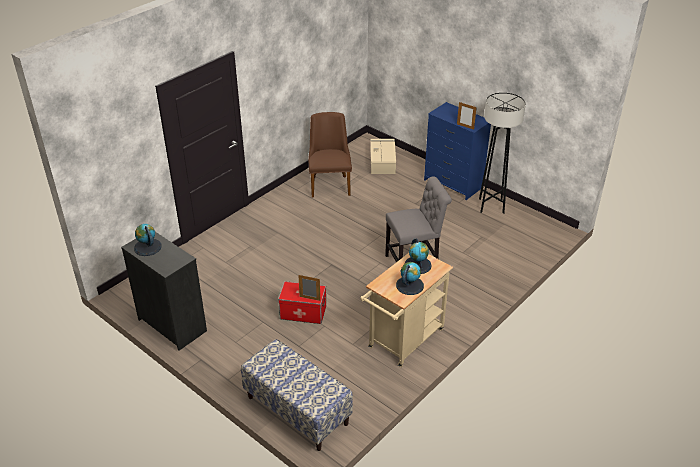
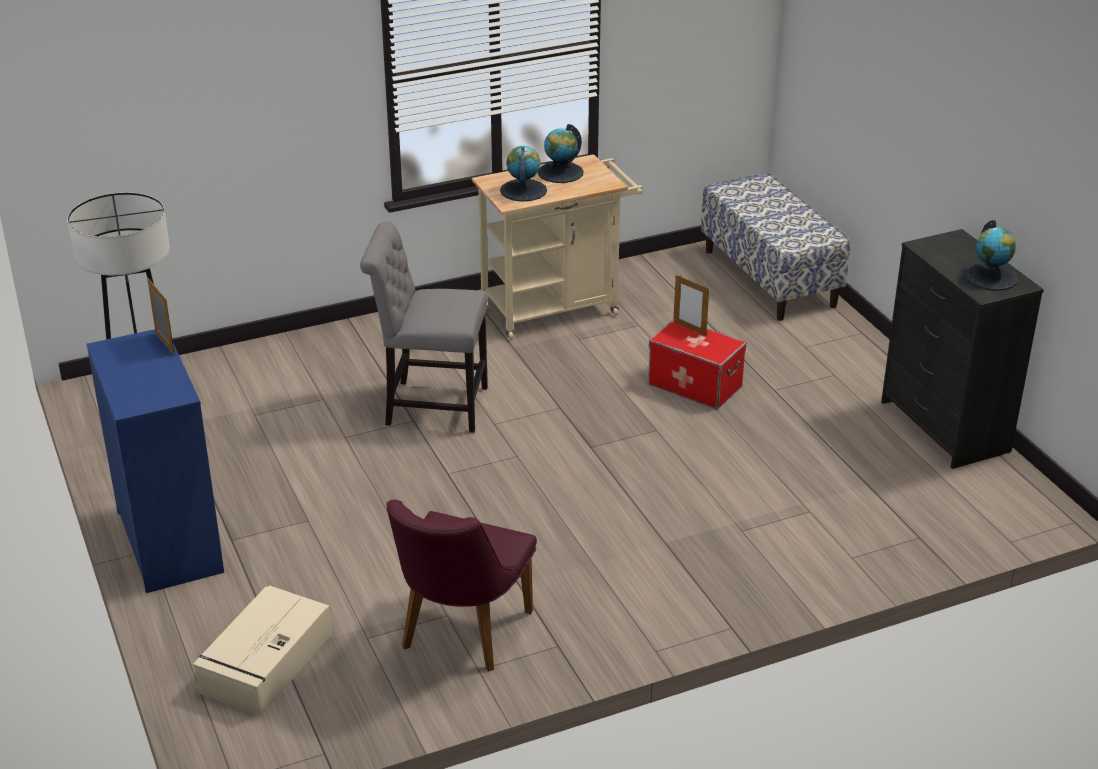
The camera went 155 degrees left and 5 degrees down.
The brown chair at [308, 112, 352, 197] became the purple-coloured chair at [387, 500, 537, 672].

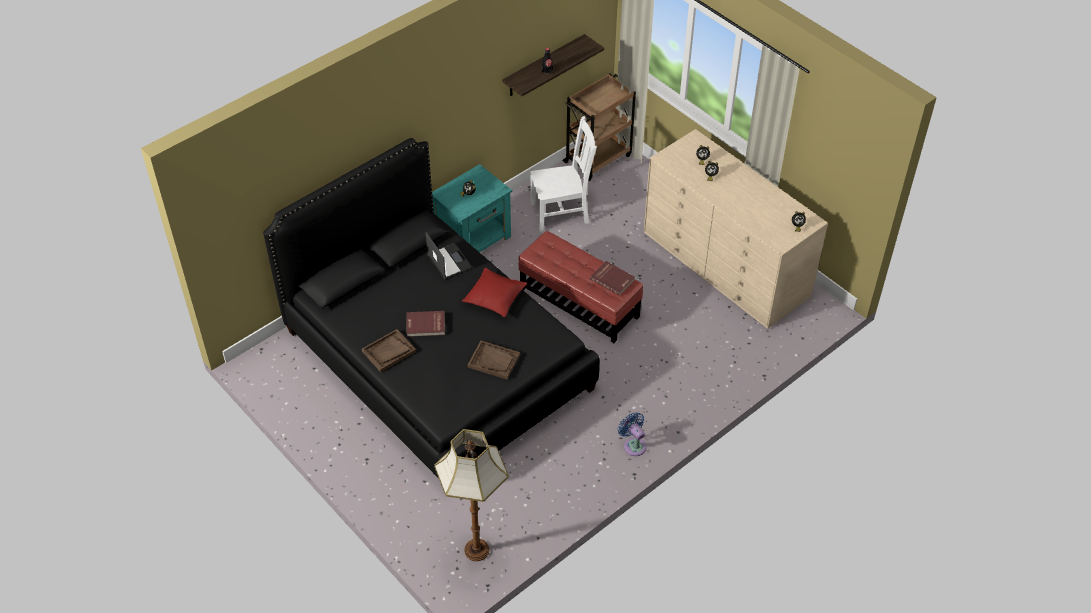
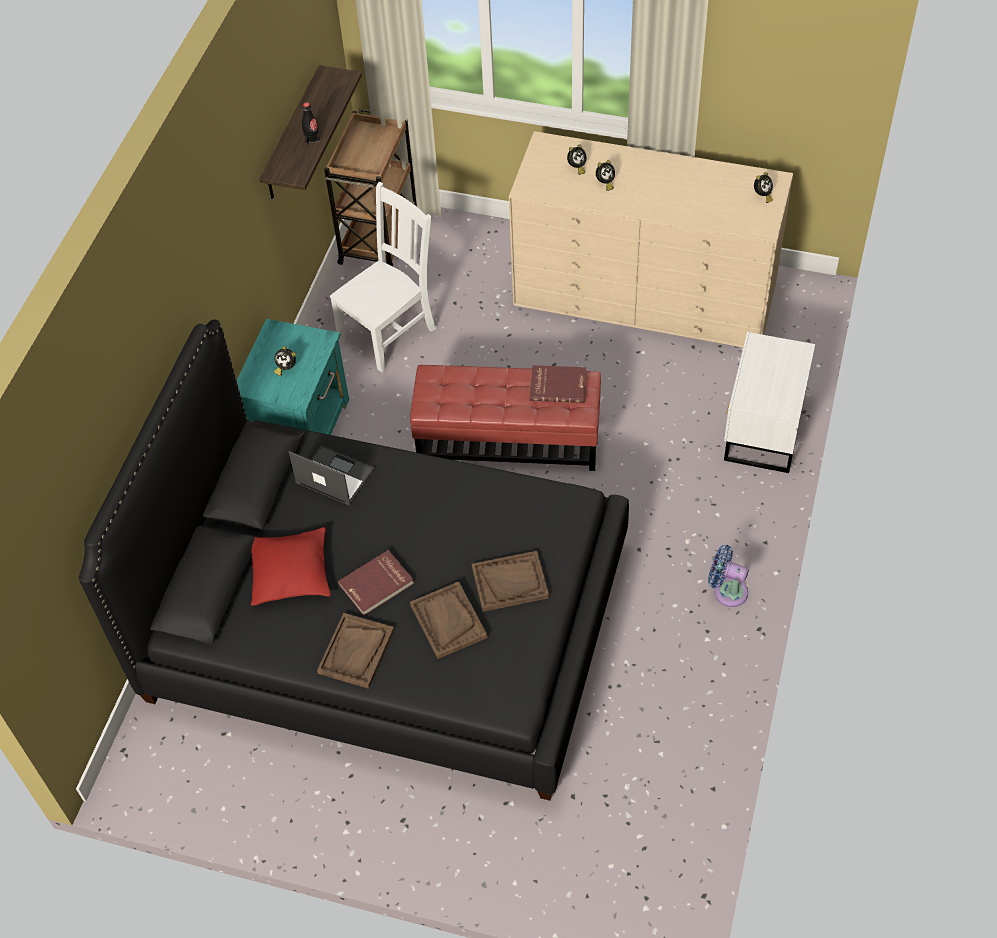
The camera went 30 degrees left and 5 degrees up.
The red cushion moved from [462, 268, 527, 317] to [251, 527, 331, 606].
The brown carrying tray at [410, 582, 488, 659] appeared.
The whitish nightstand at [724, 332, 815, 473] appeared.
The standing lamp at [434, 429, 509, 561] disappeared.

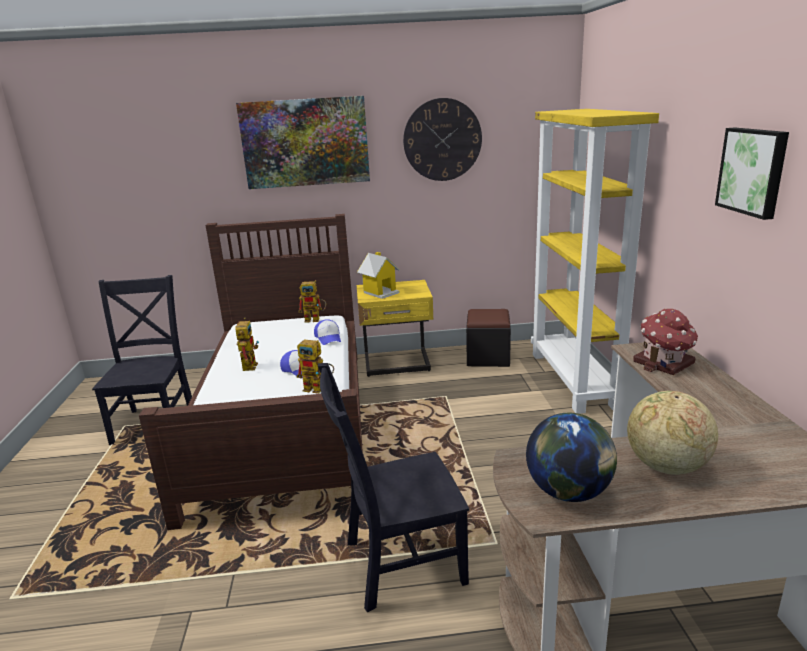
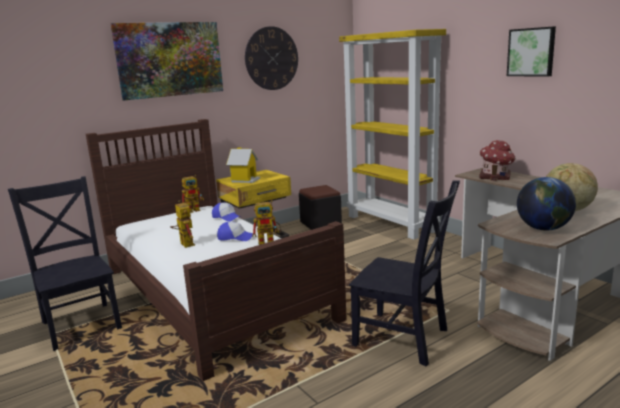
The camera went 30 degrees left and 5 degrees down.
The black-coloured chair at [318, 363, 469, 612] turned 105 degrees counterclockwise.

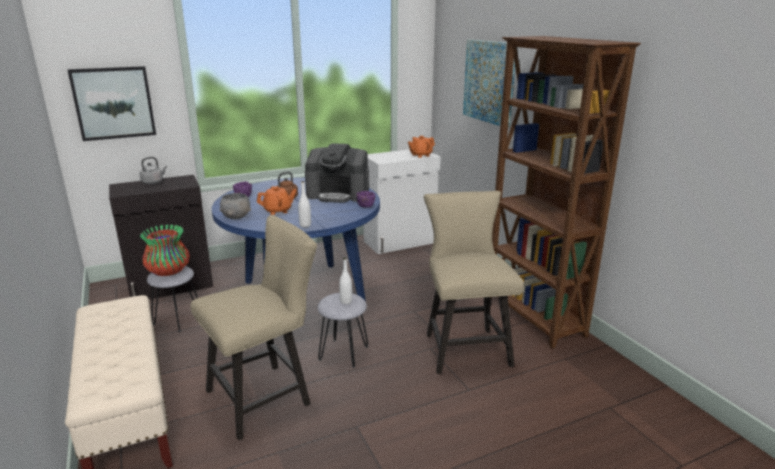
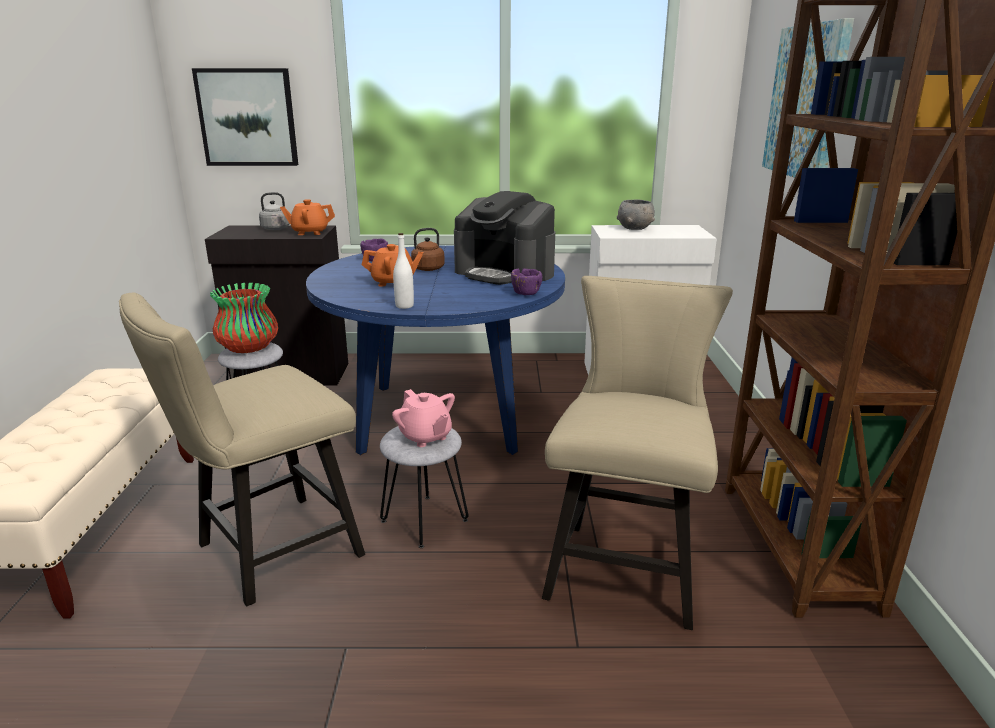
The camera went 25 degrees right and 0 degrees up.
The beige-coloured chair at [190, 215, 317, 440] turned 150 degrees clockwise.
The orange teapot moved from [408, 136, 435, 158] to [280, 199, 335, 235].
The whitish drink bottle at [339, 258, 352, 304] was replaced by the pinkish teapot at [392, 389, 455, 447].
The gray deep dish moved from [220, 193, 251, 219] to [617, 200, 655, 230].

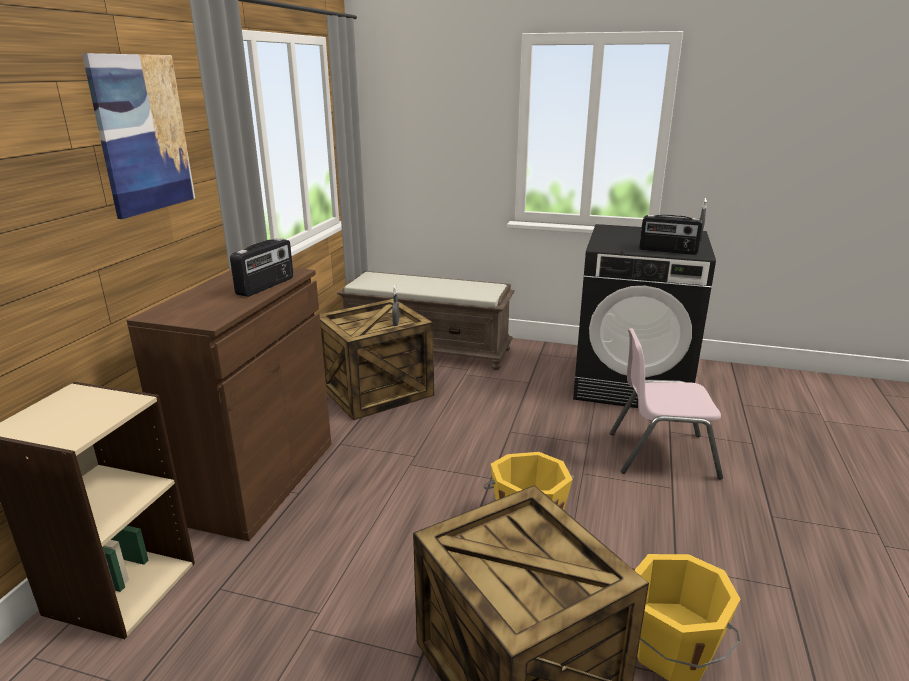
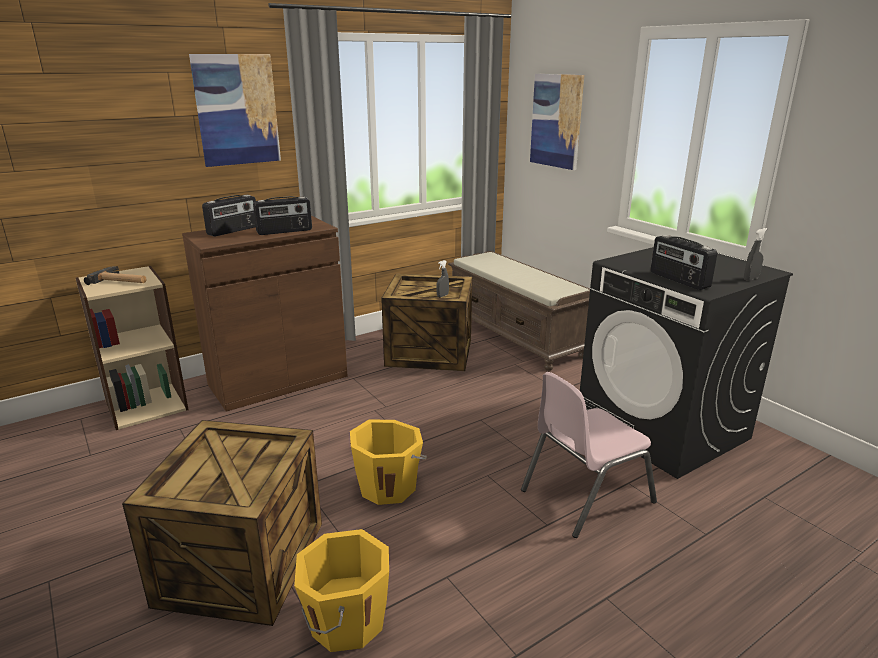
The camera went 40 degrees right and 0 degrees up.
The hammer at [84, 266, 146, 285] appeared.
The radio set at [202, 195, 256, 236] appeared.
The pinkish chair at [610, 328, 723, 480] turned 75 degrees counterclockwise.
The wall picture at [530, 74, 584, 170] appeared.

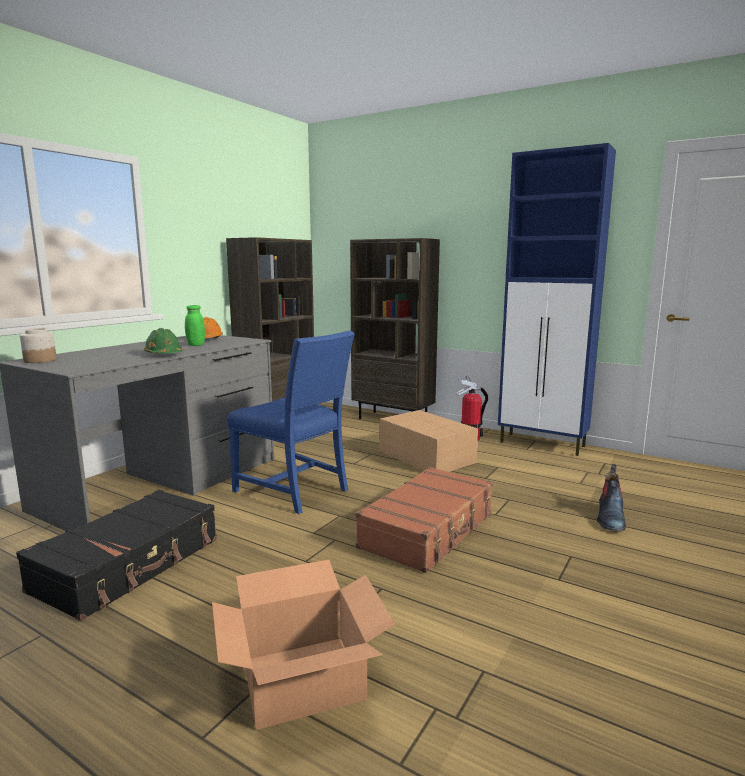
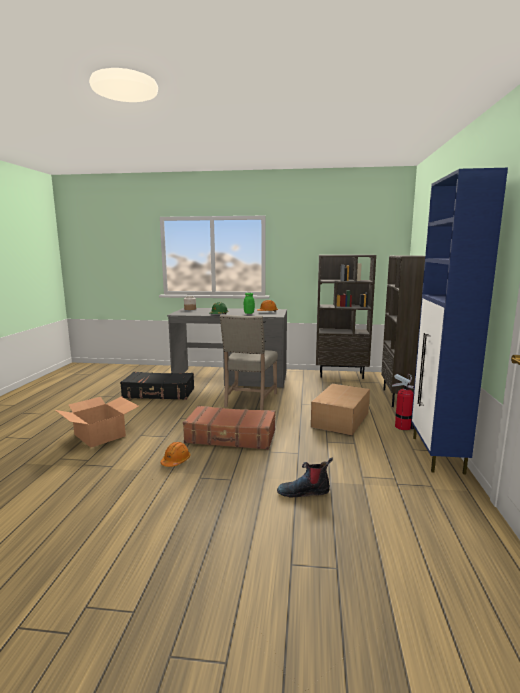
The camera went 65 degrees right and 0 degrees up.
The orange hard hat at [160, 442, 190, 467] appeared.
The blue-coloured chair at [227, 331, 355, 514] became the beige-coloured chair at [220, 314, 278, 410].

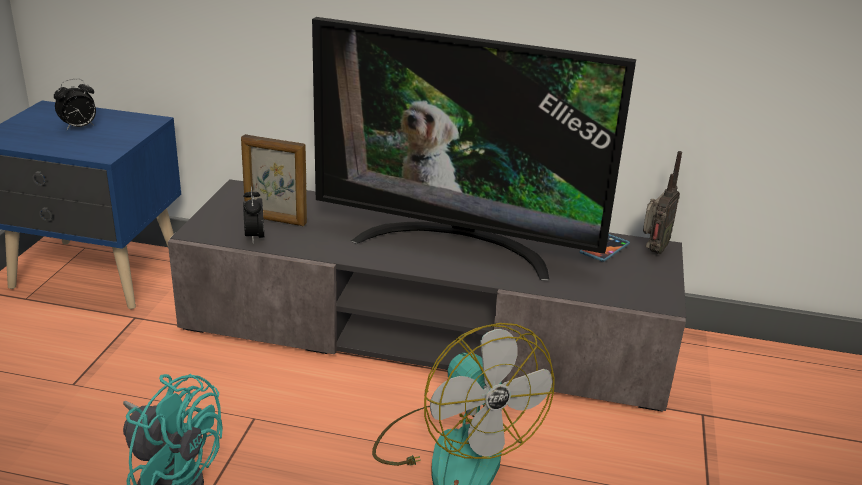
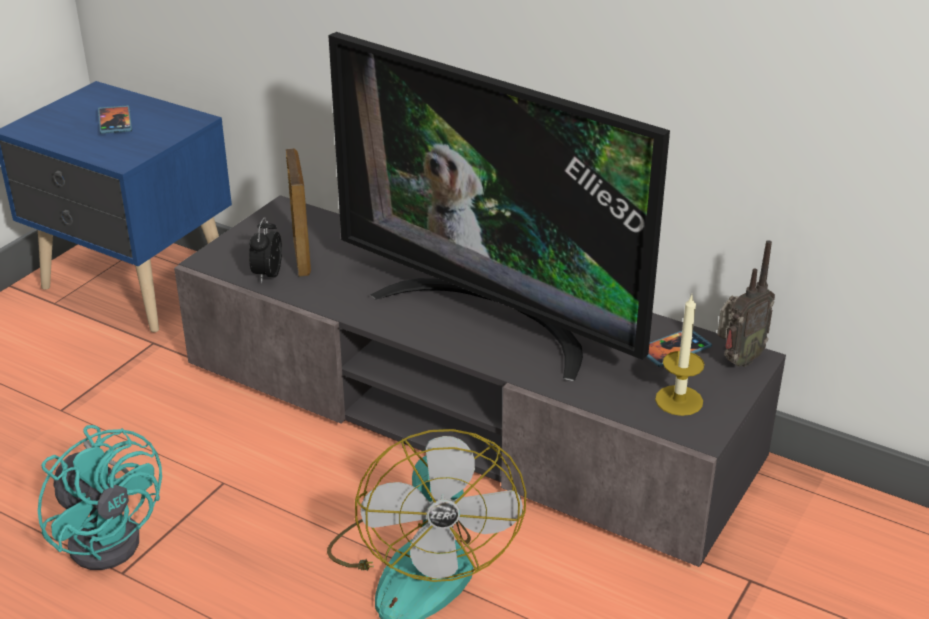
The camera went 20 degrees right and 5 degrees up.
The bedside clock at [54, 79, 96, 130] was replaced by the handset at [98, 105, 132, 134].
The photo frame at [241, 134, 307, 226] turned 135 degrees counterclockwise.
The wax candle at [655, 295, 705, 416] appeared.

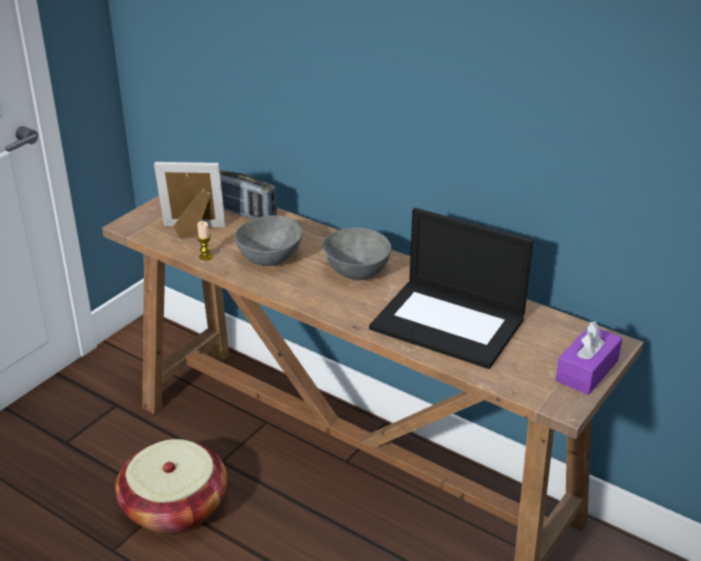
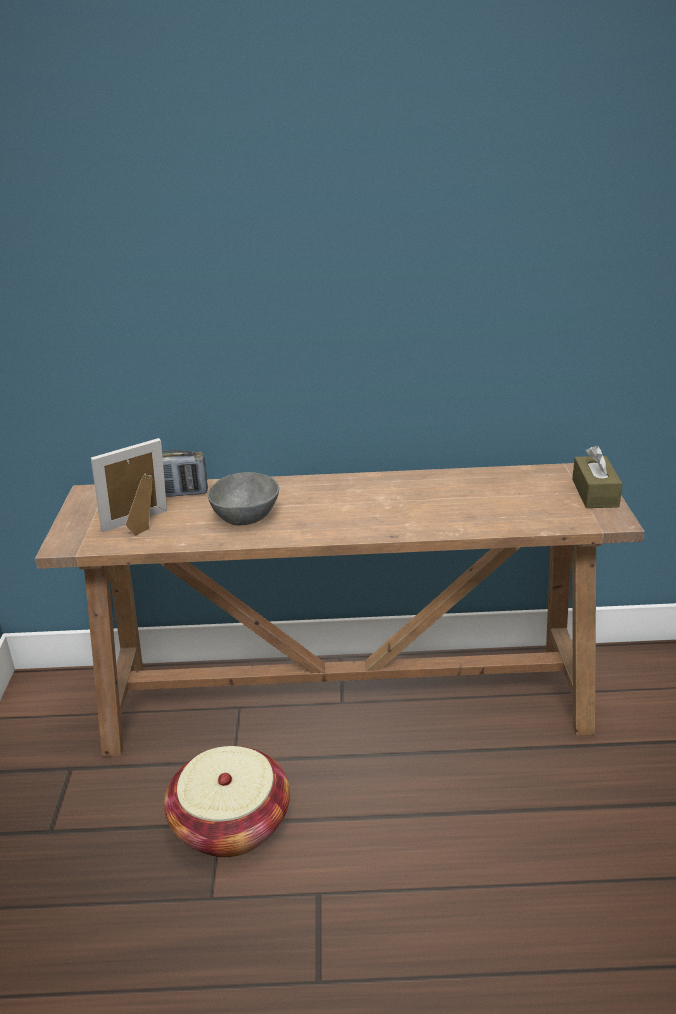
The camera went 35 degrees left and 5 degrees down.
The purple-coloured box of tissues at [556, 321, 623, 395] became the brown box of tissues at [572, 445, 623, 508].
The wax candle at [197, 221, 212, 261] disappeared.
The gray deep dish at [322, 228, 392, 280] disappeared.
The laptop at [369, 208, 533, 369] disappeared.

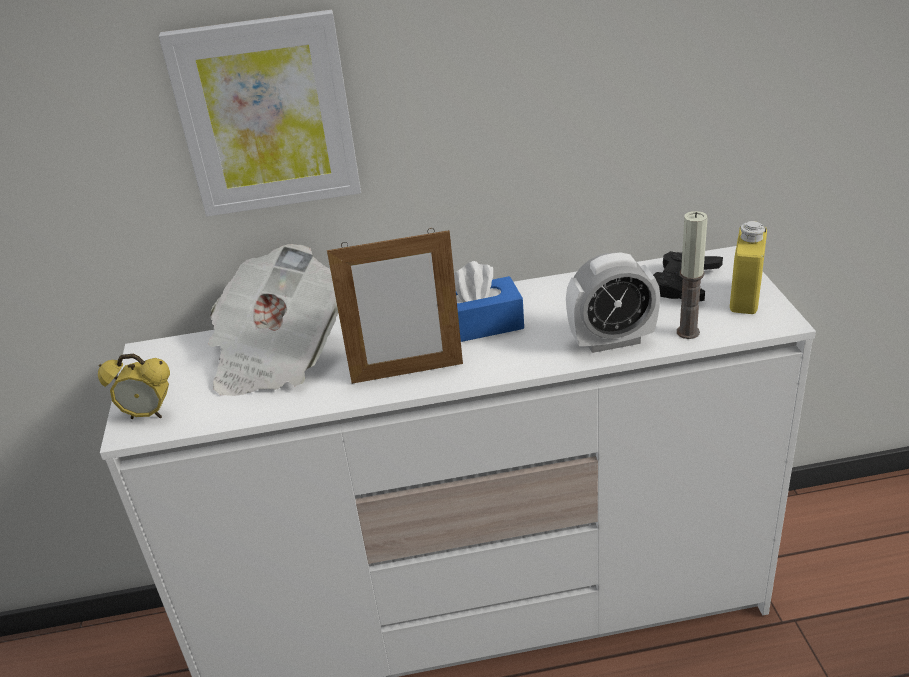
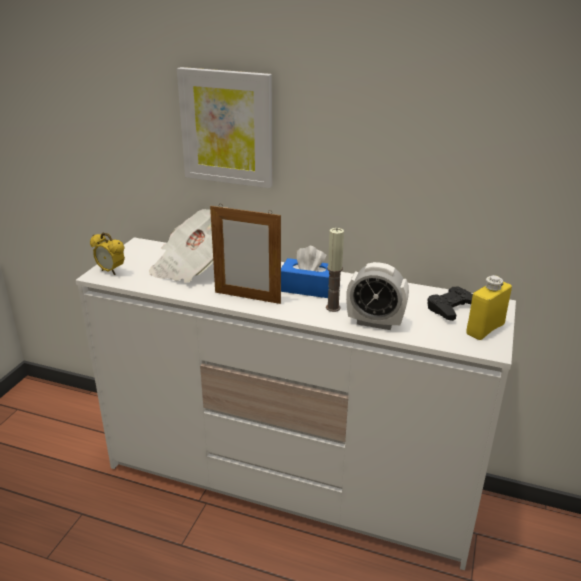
The camera went 25 degrees right and 5 degrees down.
The wax candle moved from [677, 211, 708, 339] to [326, 228, 344, 312].

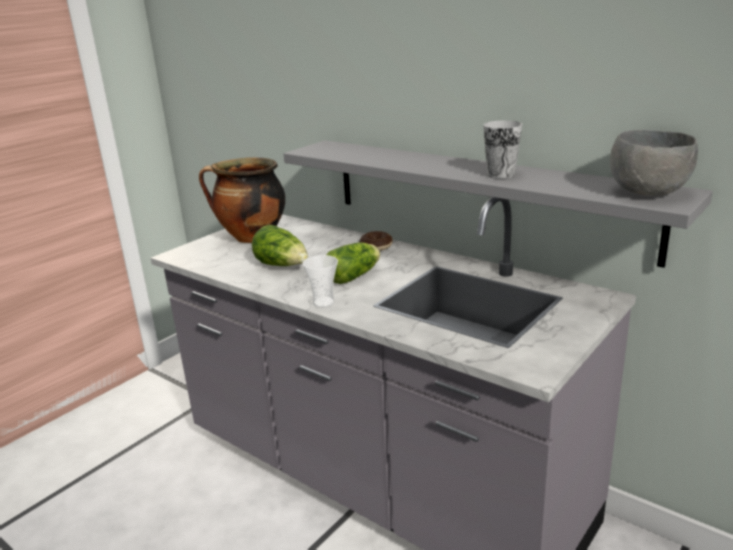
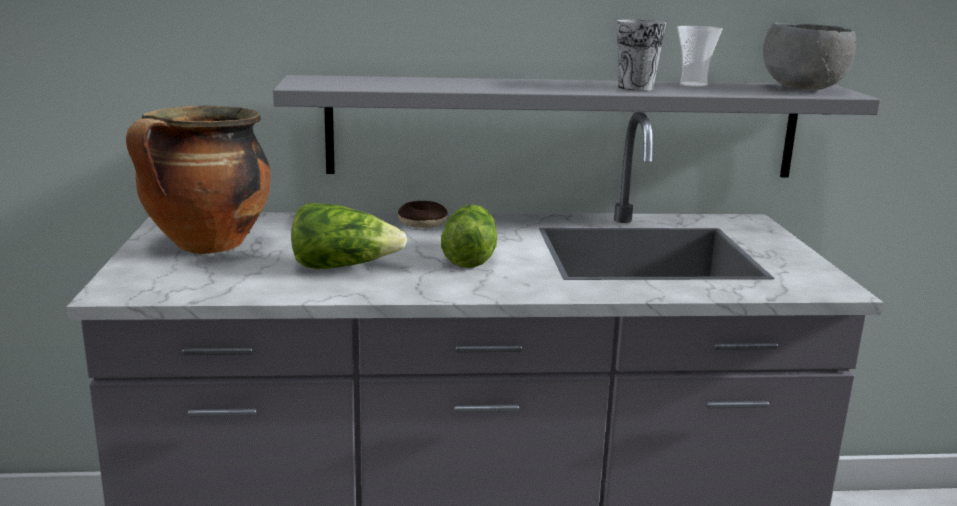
The camera went 45 degrees left and 5 degrees down.
The cup moved from [303, 255, 338, 308] to [677, 26, 723, 87].

